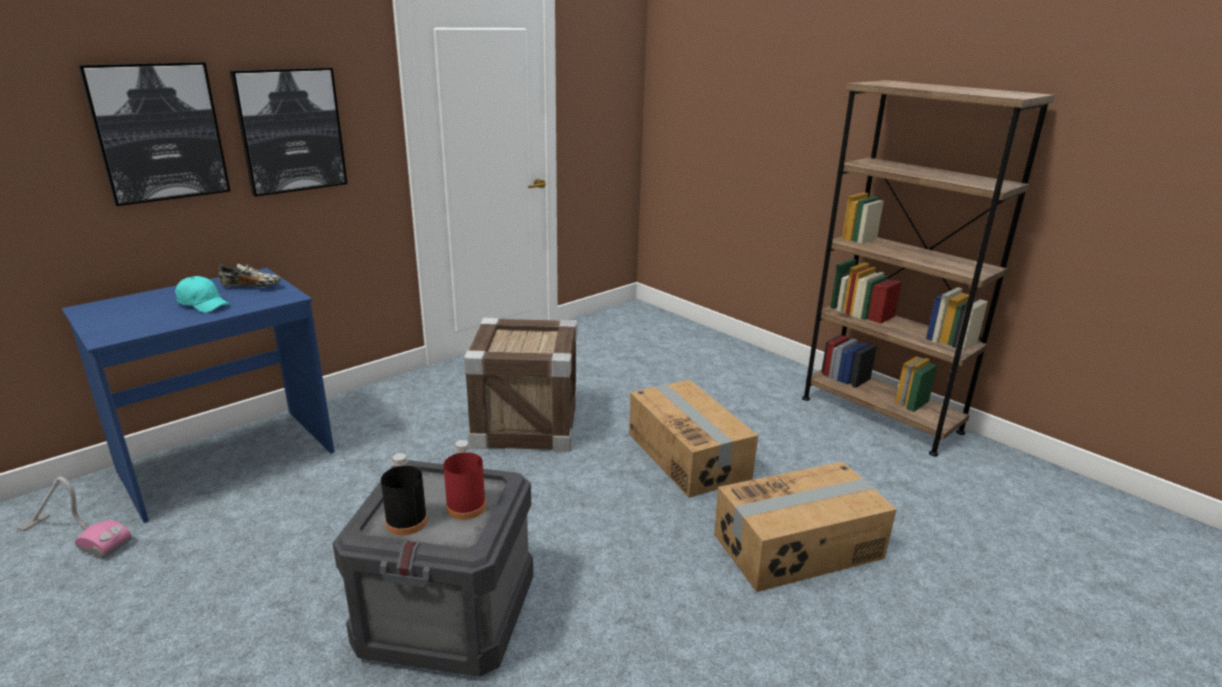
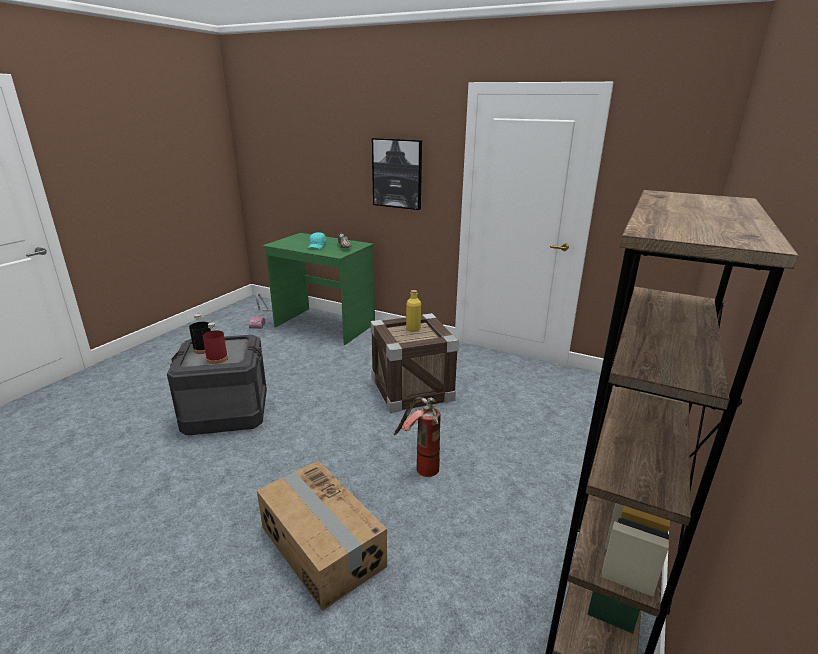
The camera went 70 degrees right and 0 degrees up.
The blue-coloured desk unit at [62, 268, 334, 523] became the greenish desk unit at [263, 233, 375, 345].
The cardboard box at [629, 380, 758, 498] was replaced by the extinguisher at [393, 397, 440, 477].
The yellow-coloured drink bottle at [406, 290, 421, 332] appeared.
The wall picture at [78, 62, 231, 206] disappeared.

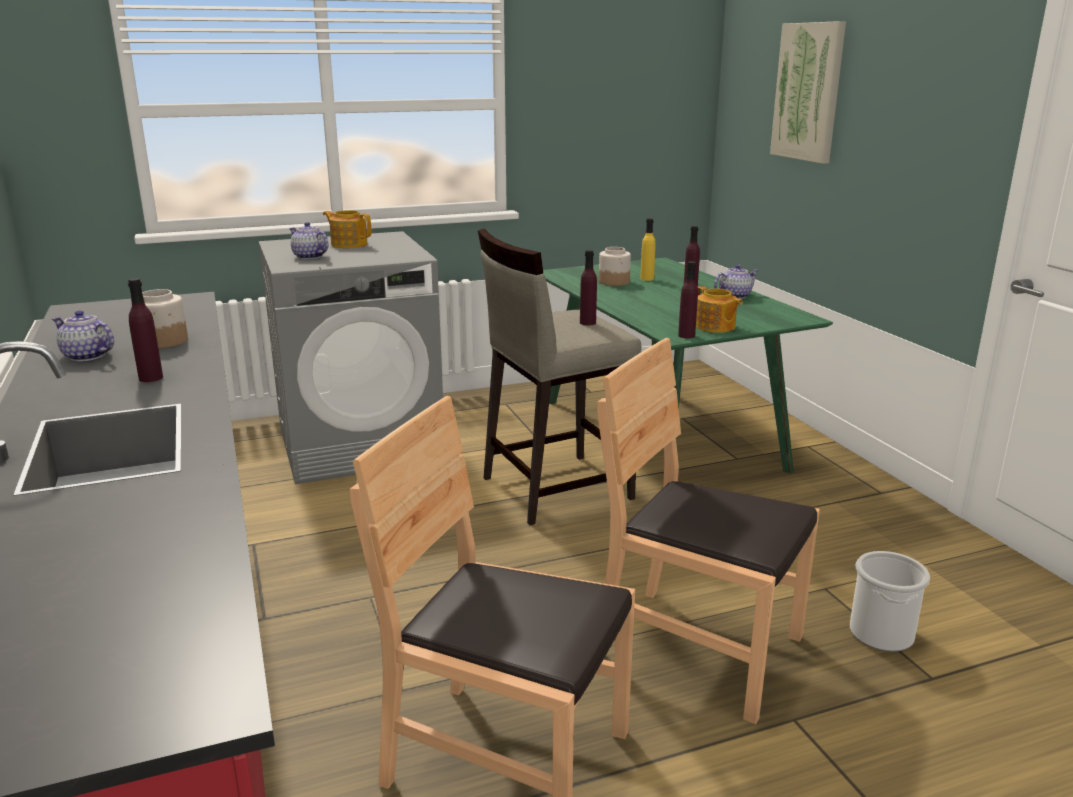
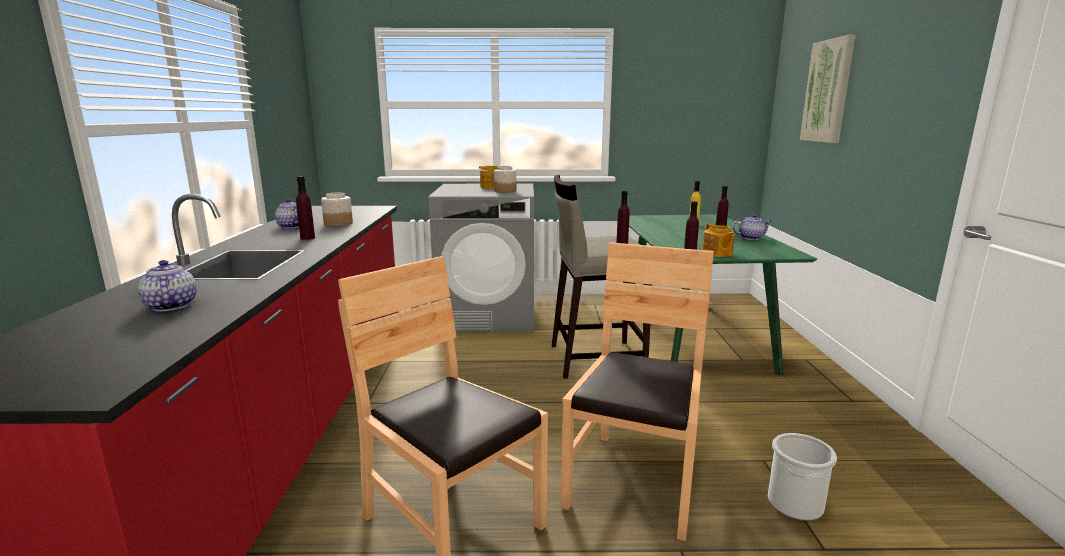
The camera went 20 degrees right and 5 degrees down.
The teapot moved from [289, 222, 329, 260] to [138, 260, 197, 312].
The storage jar moved from [599, 247, 631, 286] to [494, 166, 516, 193].
The brown chair at [597, 338, 820, 725] turned 60 degrees clockwise.

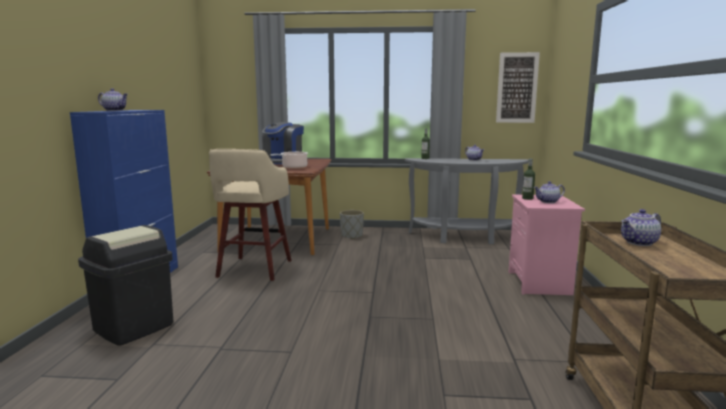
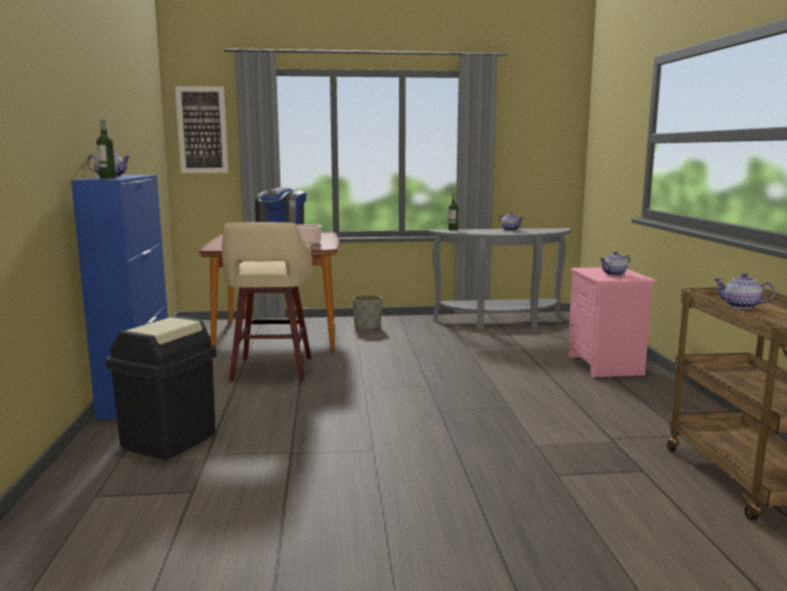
The camera went 10 degrees left and 0 degrees up.
The drink bottle moved from [522, 158, 535, 200] to [97, 119, 116, 179].
The wall picture moved from [496, 52, 540, 123] to [175, 86, 228, 173].
The teapot at [621, 209, 661, 246] turned 75 degrees clockwise.

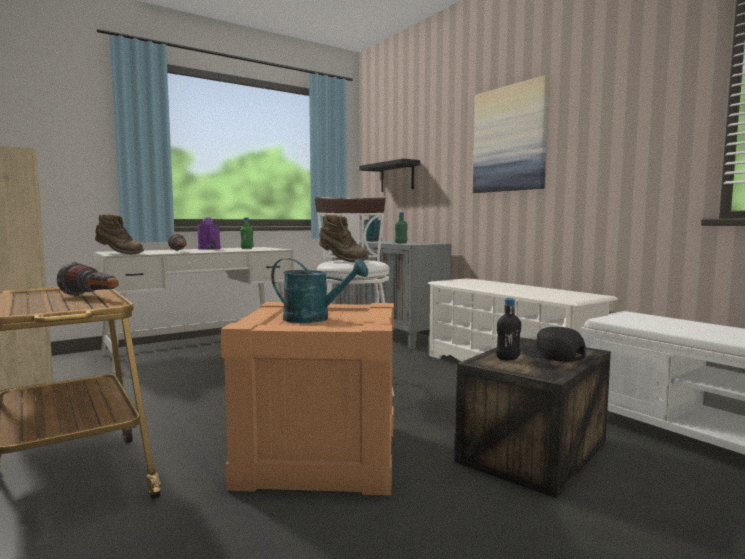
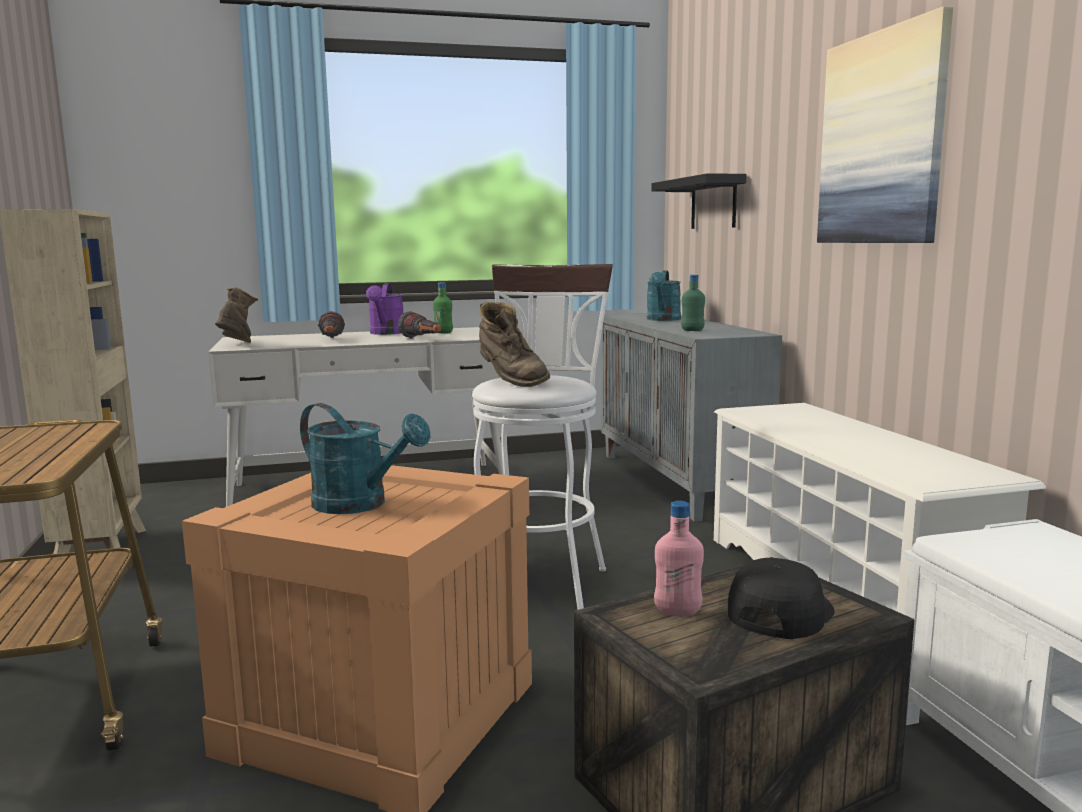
The camera went 20 degrees right and 5 degrees up.
The brown boot at [95, 214, 144, 254] turned 120 degrees counterclockwise.
The flashlight moved from [57, 262, 118, 296] to [398, 311, 441, 338].
The black-coloured drink bottle at [496, 298, 521, 360] became the pinkish drink bottle at [654, 501, 704, 616].
The black-coloured cap at [520, 327, 586, 362] turned 60 degrees clockwise.

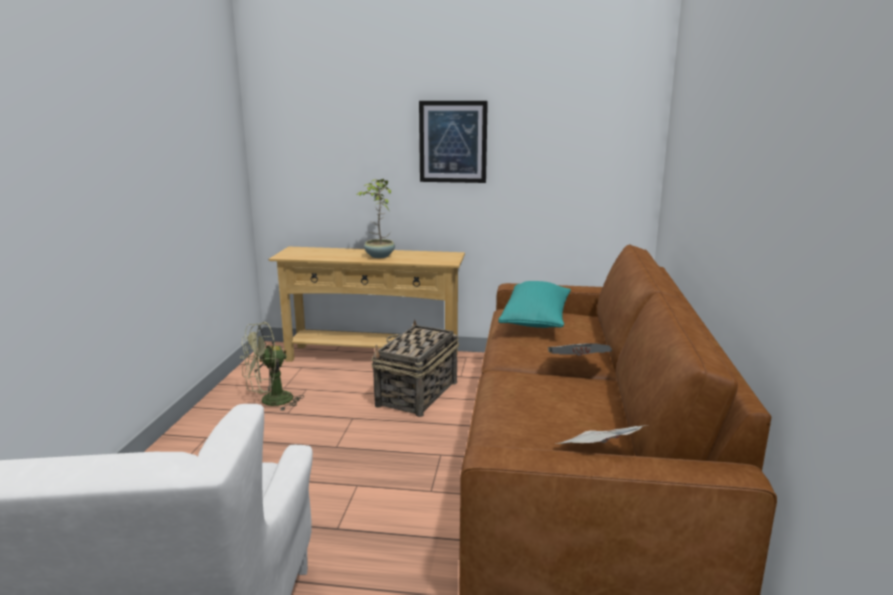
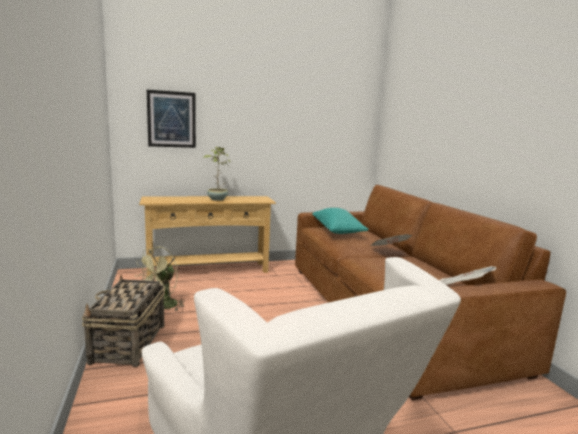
The camera went 25 degrees left and 5 degrees down.
The storage basket moved from [371, 320, 459, 417] to [82, 275, 165, 367].
The wall picture moved from [419, 101, 488, 183] to [147, 90, 196, 148].

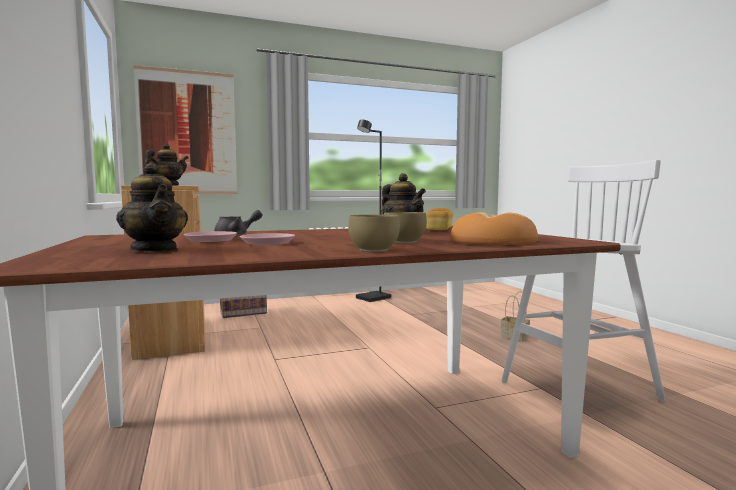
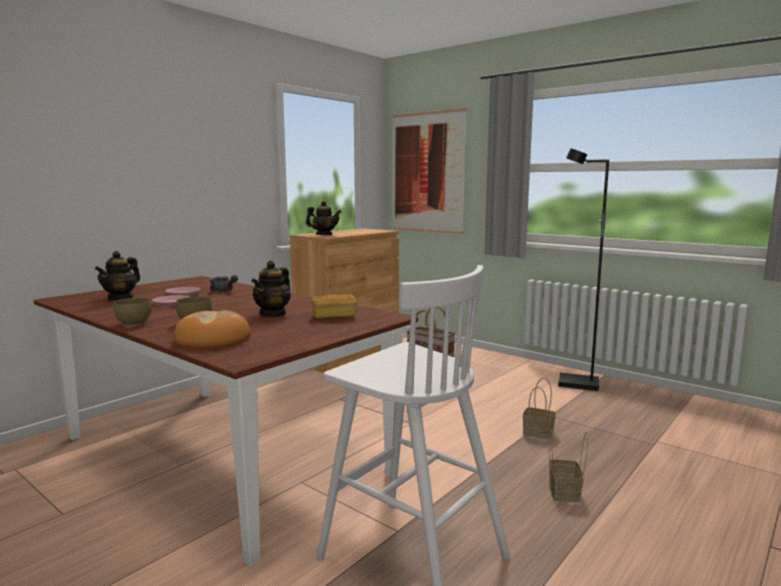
The camera went 60 degrees right and 5 degrees up.
The storage basket at [523, 378, 556, 440] appeared.

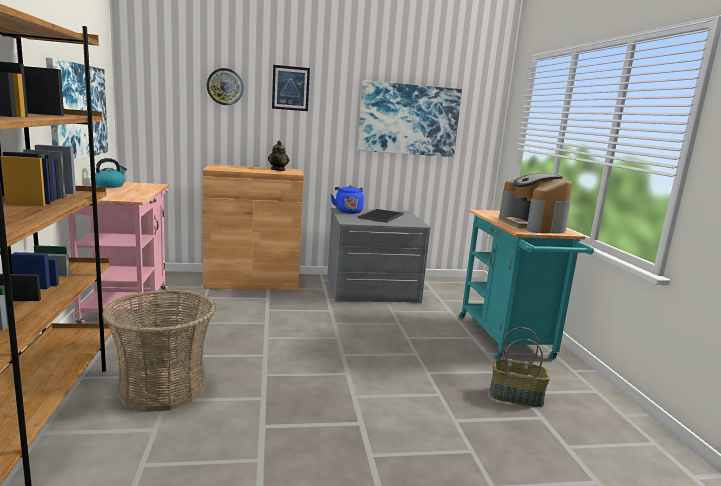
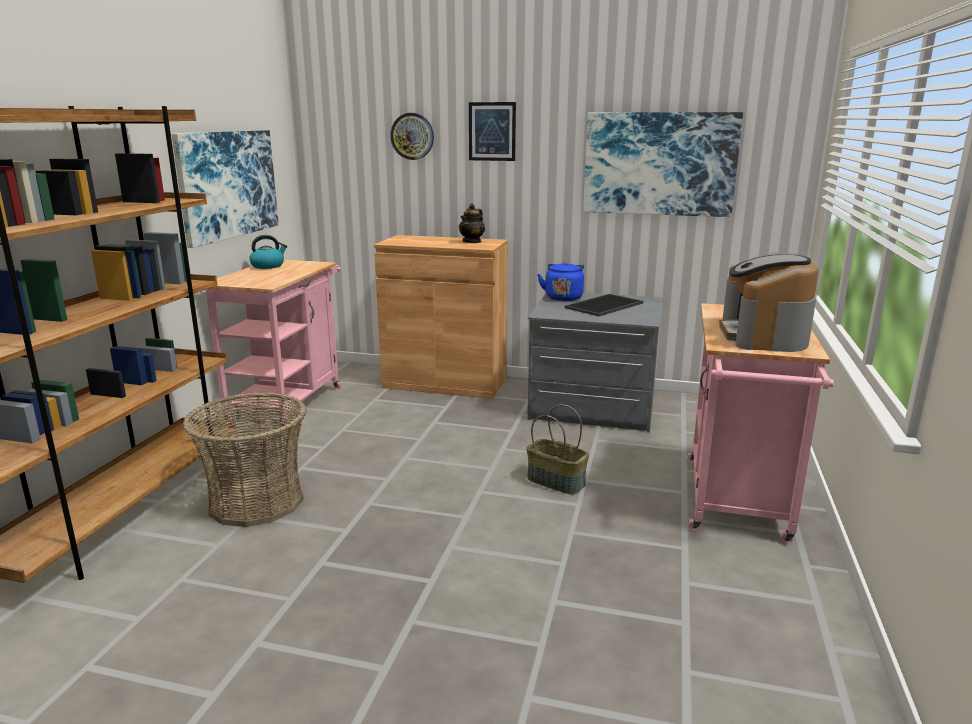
The camera went 25 degrees right and 5 degrees up.
The storage basket moved from [490, 327, 550, 407] to [526, 404, 589, 495].
The blue-green wheeled cart at [459, 209, 594, 360] became the pinkish wheeled cart at [687, 303, 834, 543].

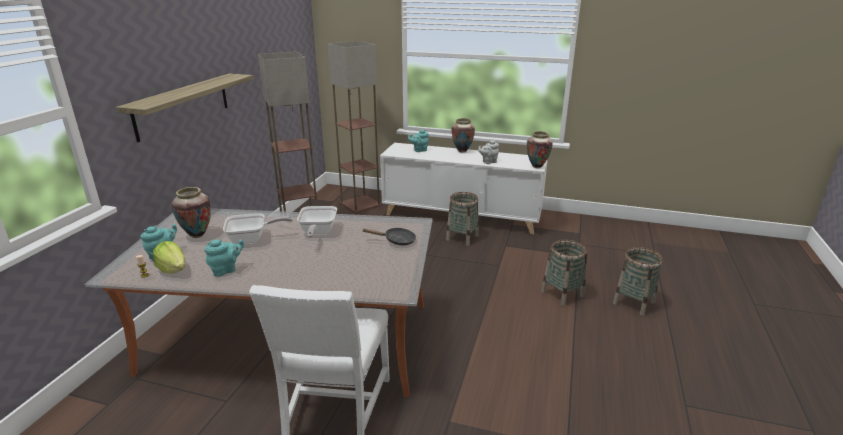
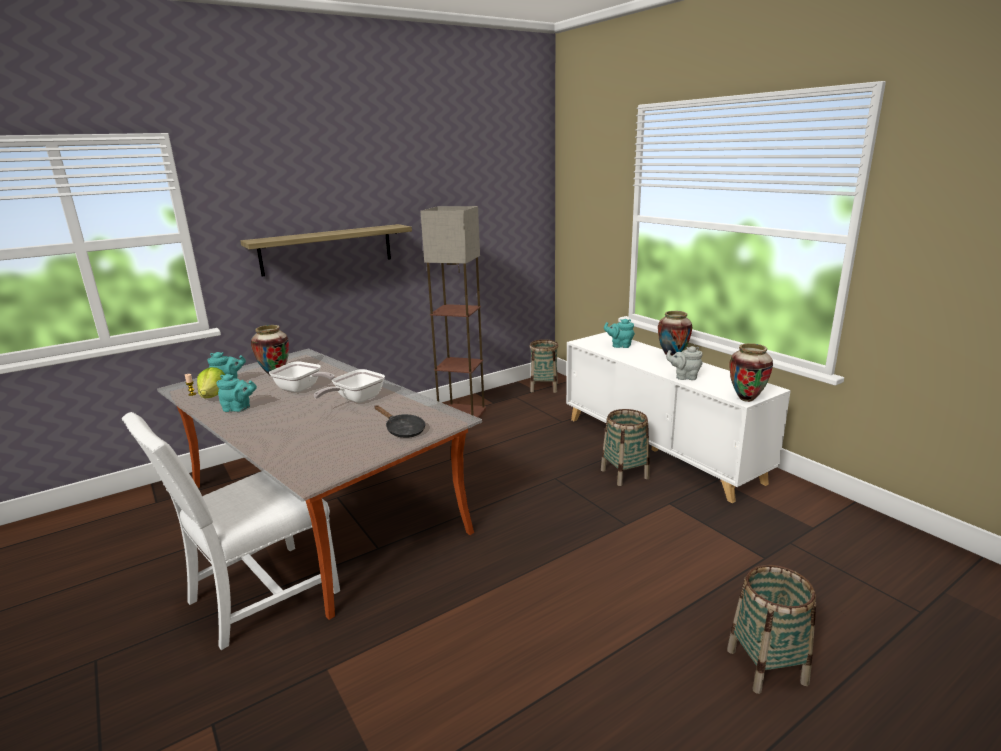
The camera went 40 degrees right and 5 degrees down.
The storage basket moved from [541, 240, 587, 306] to [529, 339, 559, 393].
The standing lamp at [328, 41, 381, 214] disappeared.

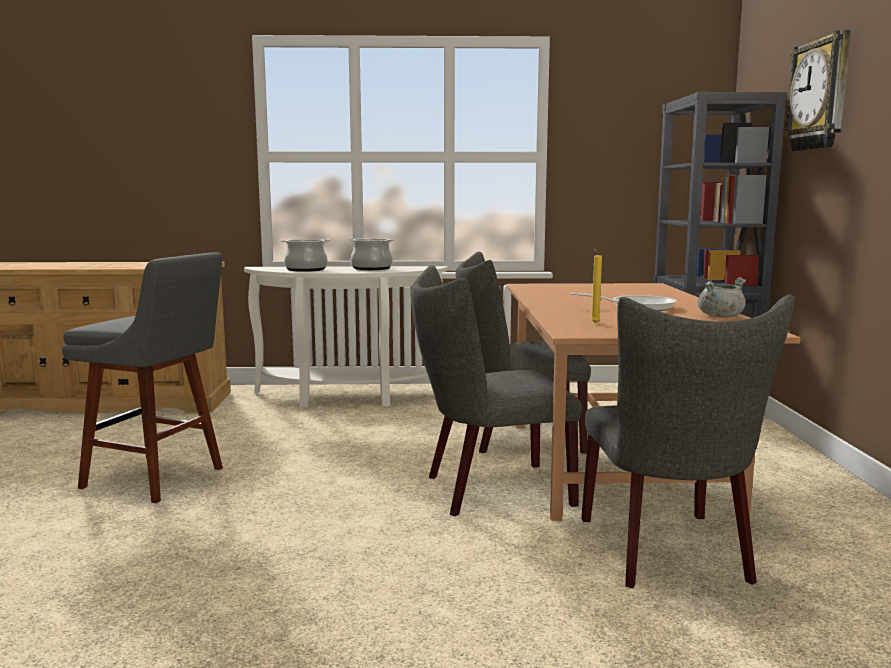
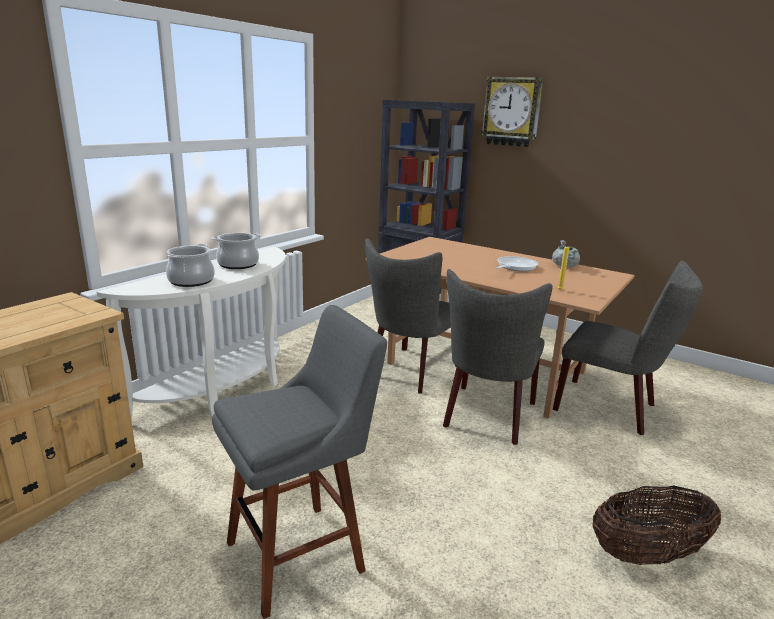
The camera went 55 degrees left and 10 degrees up.
The storage basket at [592, 485, 721, 565] appeared.

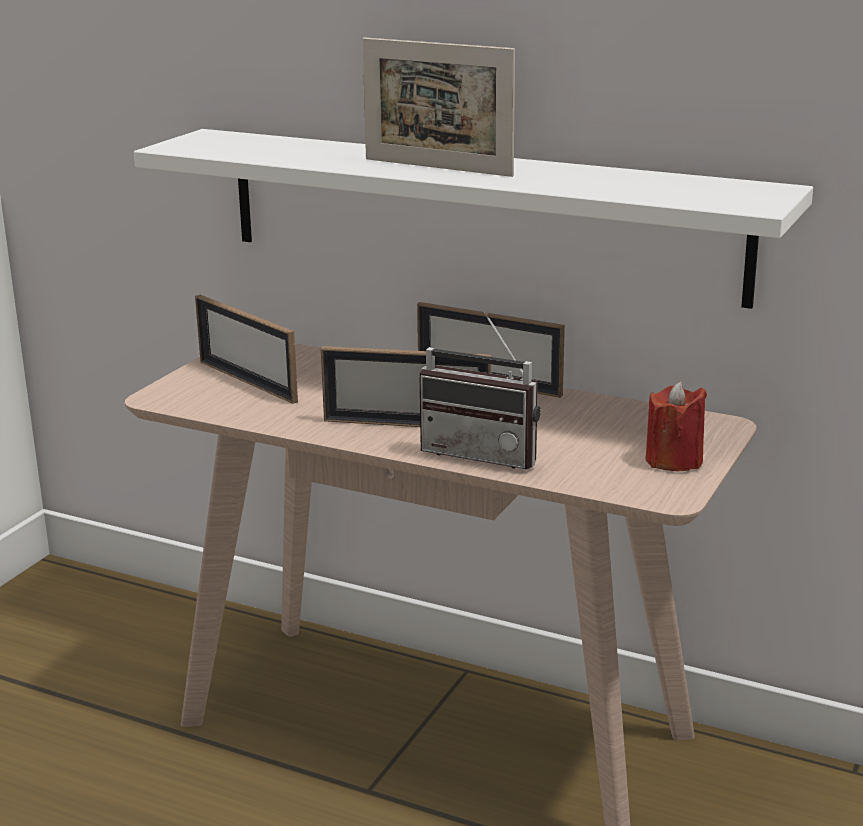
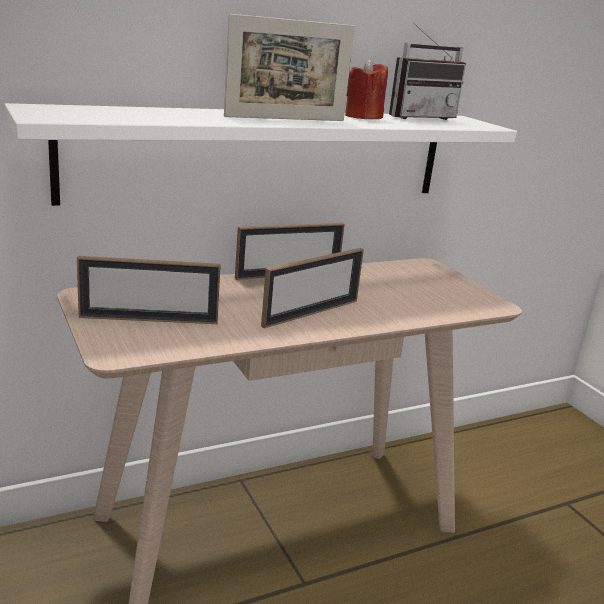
The camera went 55 degrees left and 0 degrees up.
The red wax candle moved from [645, 381, 707, 471] to [345, 59, 388, 119].
The radio set moved from [419, 311, 541, 470] to [389, 22, 466, 120].

